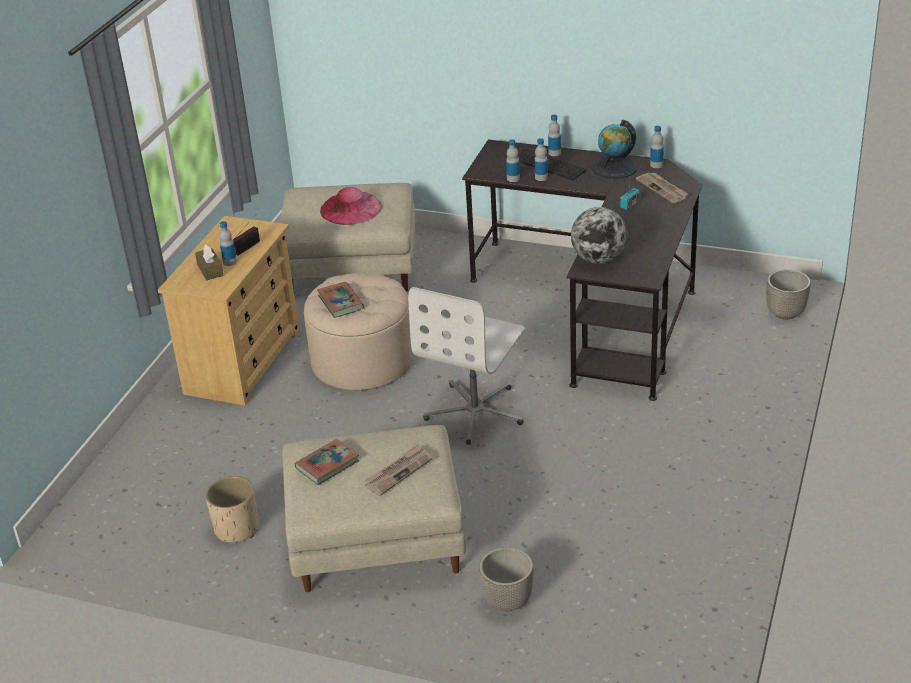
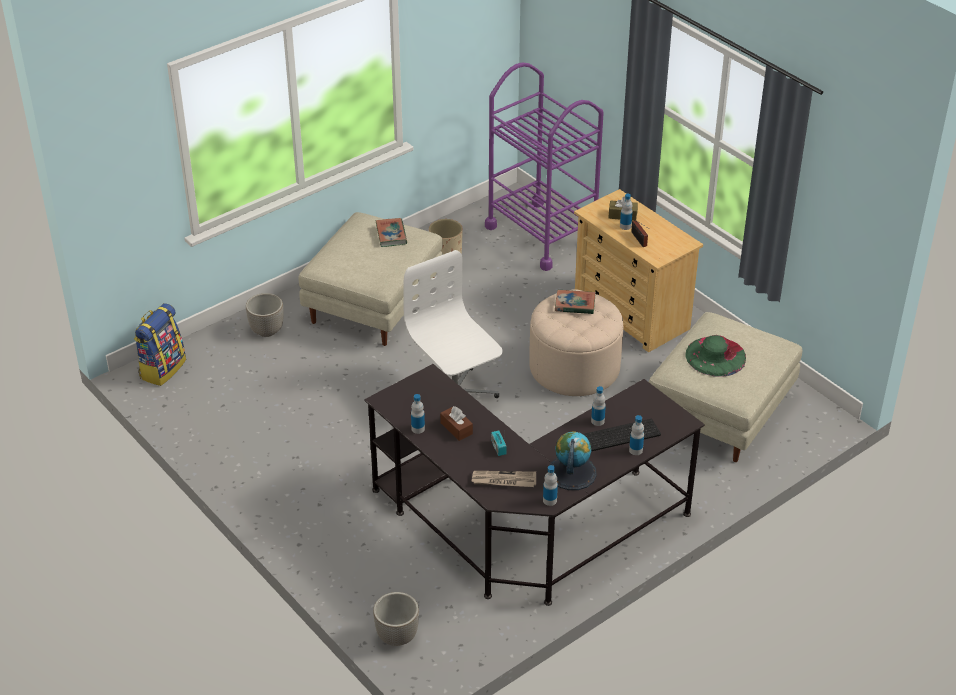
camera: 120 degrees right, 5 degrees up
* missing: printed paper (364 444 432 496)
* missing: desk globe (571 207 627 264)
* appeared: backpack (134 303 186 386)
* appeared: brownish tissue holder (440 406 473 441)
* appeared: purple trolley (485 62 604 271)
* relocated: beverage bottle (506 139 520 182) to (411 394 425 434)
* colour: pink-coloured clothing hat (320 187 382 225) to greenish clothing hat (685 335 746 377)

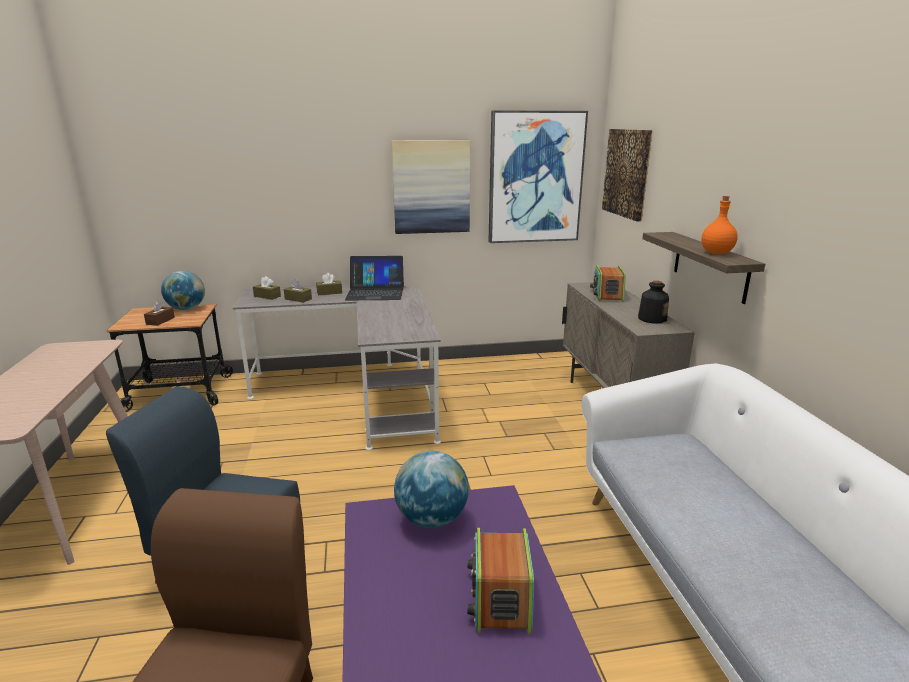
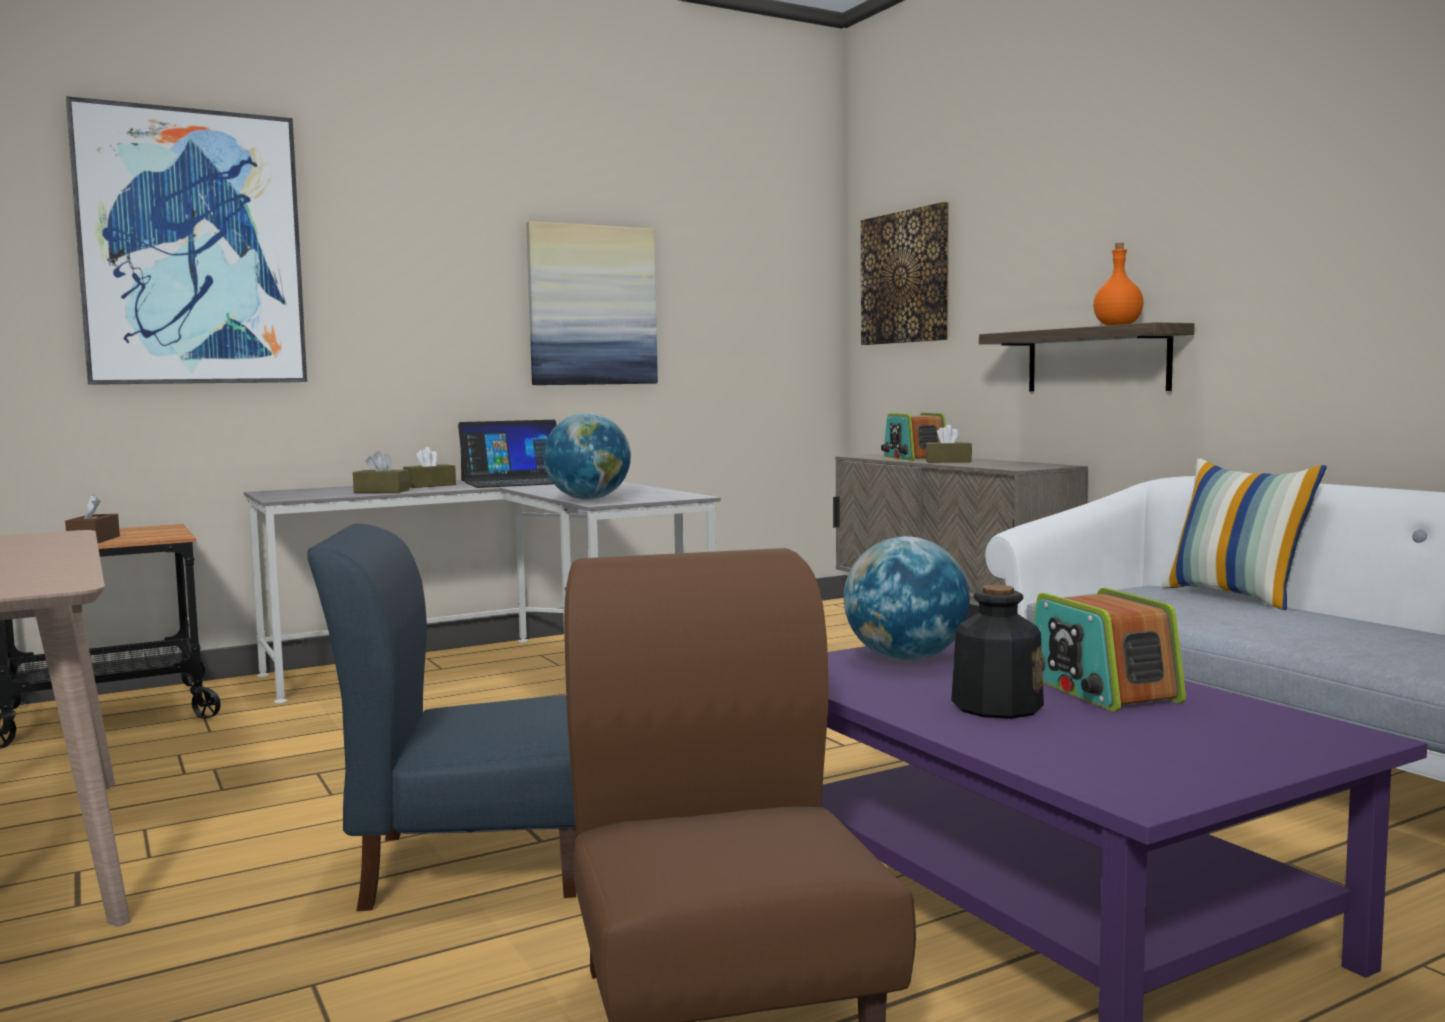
camera: 20 degrees left, 15 degrees down
* appeared: cushion (1161 458 1327 610)
* relocated: desk globe (161 271 205 310) to (544 413 631 500)
* relocated: brownish tissue holder (253 276 281 300) to (926 425 972 463)
* relocated: picture (488 111 588 243) to (66 96 307 385)
* relocated: beverage bottle (638 281 669 323) to (951 585 1044 719)

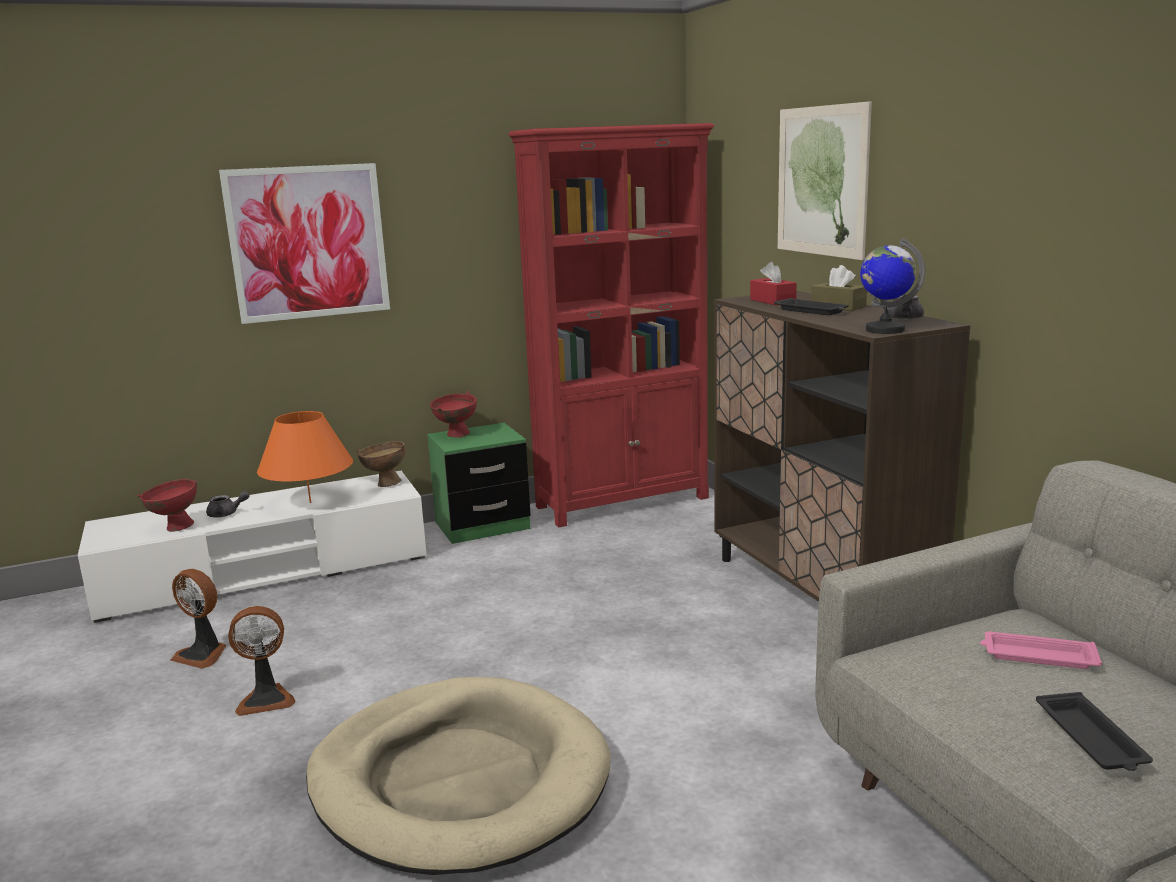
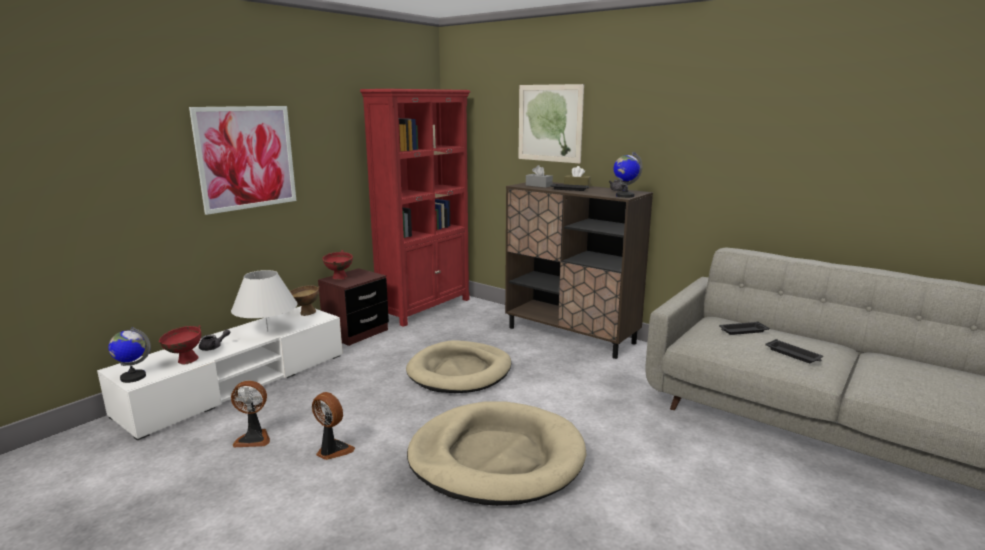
camera: 30 degrees left, 0 degrees up
* appeared: desk globe (108 327 151 383)
* appeared: beige dog cushion (406 340 511 393)
* colour: orangey lamp for a table (257 411 353 503) to white-coloured lamp for a table (231 270 298 332)
* colour: greenish nightstand (427 423 531 544) to brownish nightstand (318 268 389 346)
* colour: red-coloured tissue holder (750 262 797 305) to greyish tissue holder (526 165 553 188)
* colour: pink-coloured serving tray (980 631 1102 669) to black serving tray (719 321 769 335)
* spun: cooling fan (228 606 295 716) = (312 392 355 460) 105 degrees counterclockwise

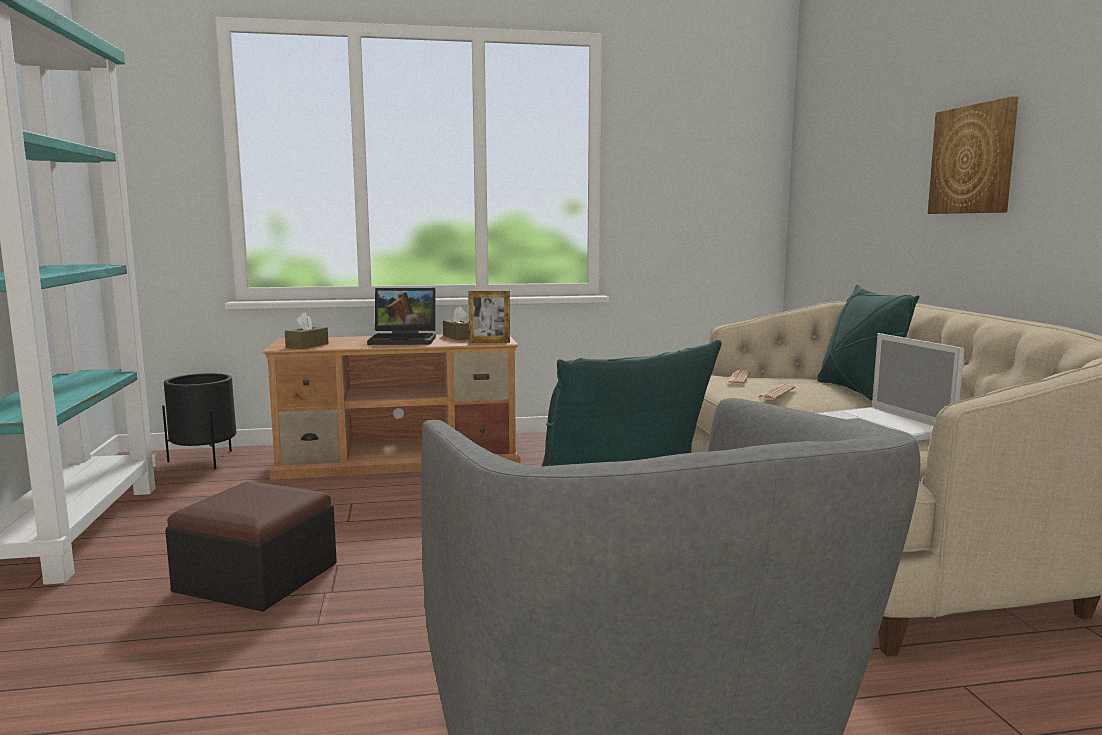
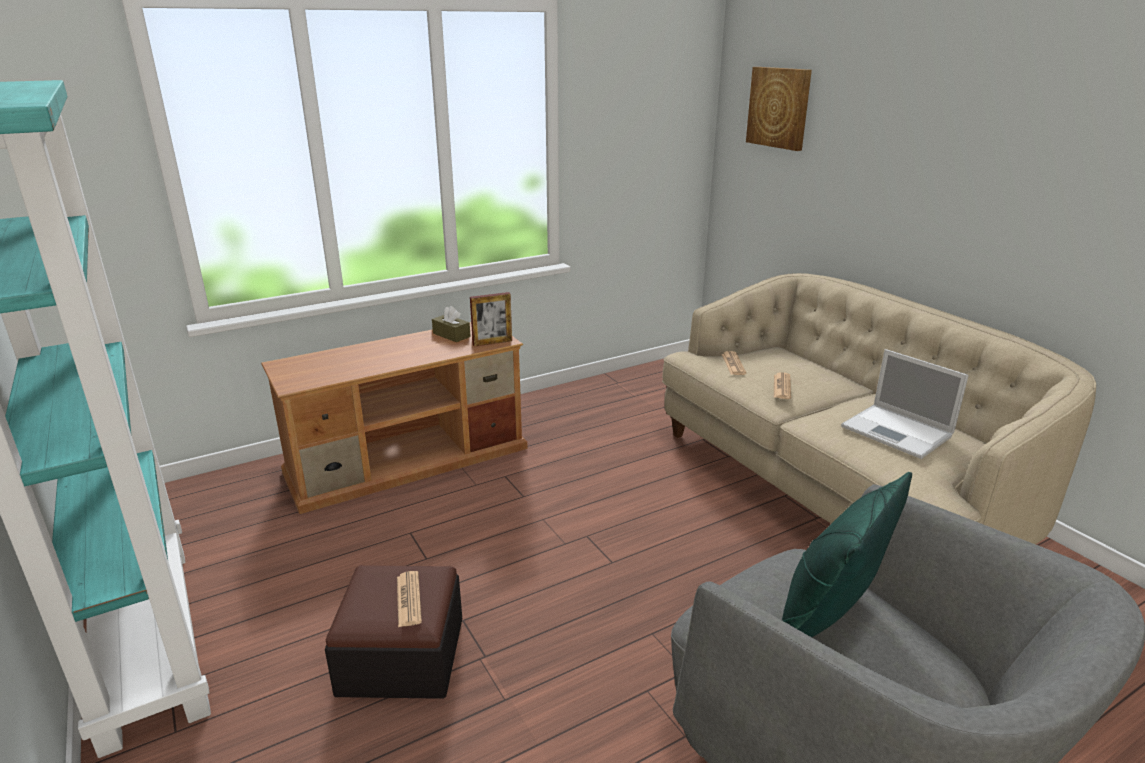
camera: 20 degrees left, 15 degrees up
* missing: black plant pot (162 373 236 469)
* missing: brownish tissue holder (285 313 328 349)
* missing: notebook computer (367 288 436 345)
* missing: greenish cushion (817 285 919 400)
* appeared: printed paper (397 571 422 627)
* relocated: picture (928 96 1019 214) to (746 67 812 151)

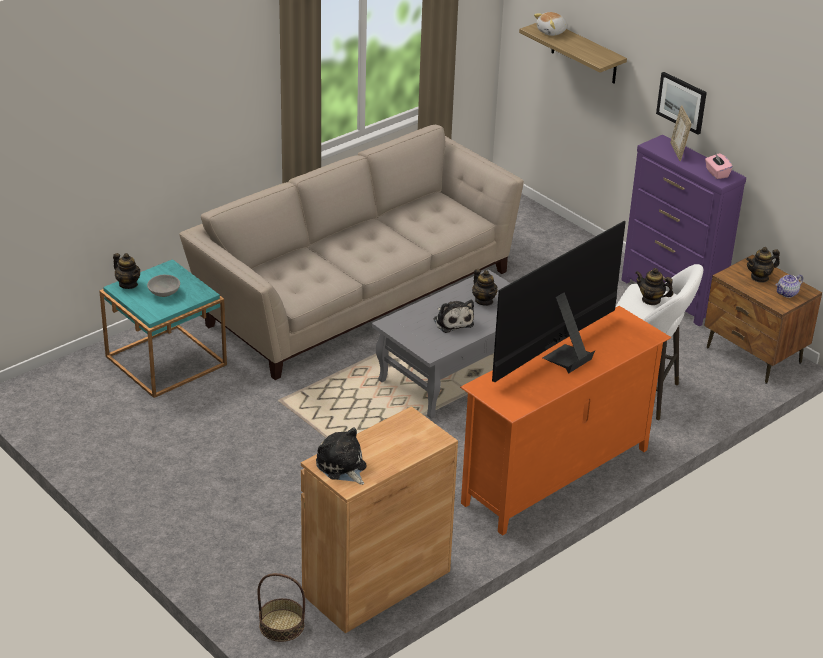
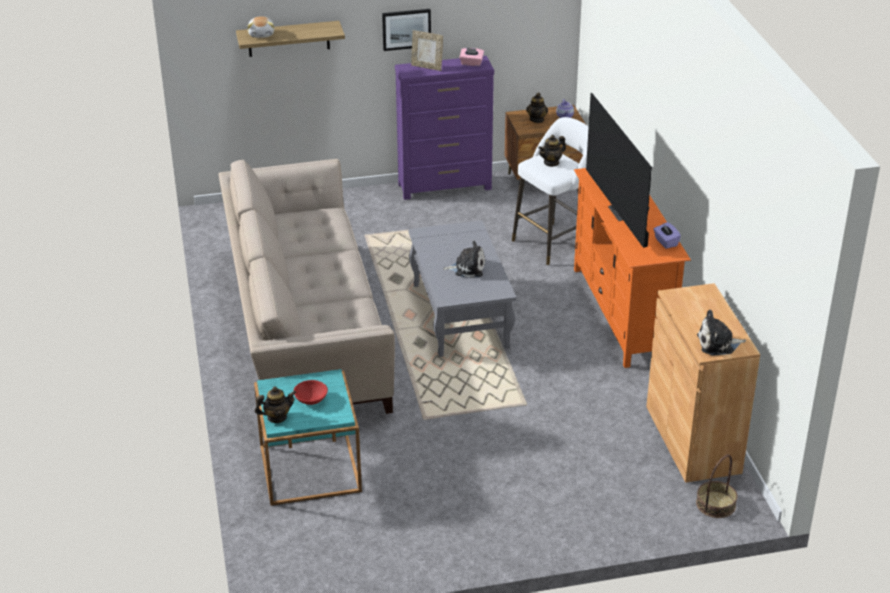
camera: 60 degrees left, 0 degrees up
* missing: tea pot (472 269 498 306)
* appeared: purple tissue holder (654 222 681 249)
* colour: greyish serving bowl (147 274 180 297) to red-coloured serving bowl (294 380 328 405)

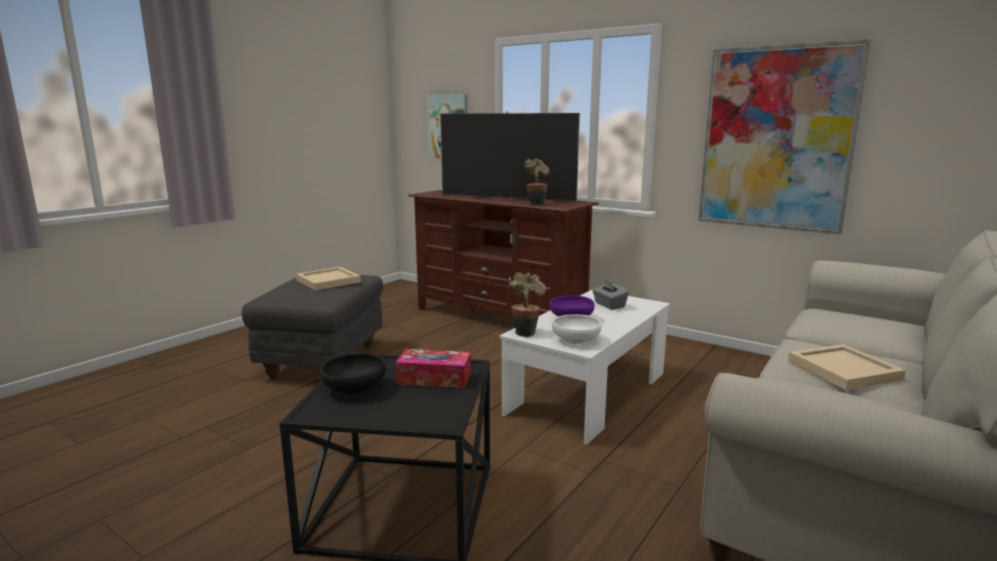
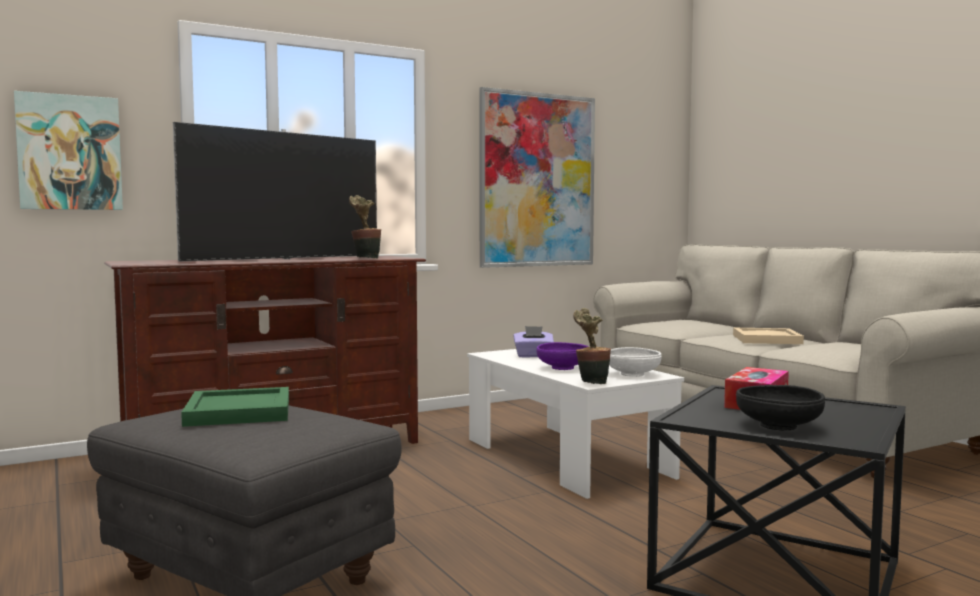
camera: 65 degrees left, 10 degrees down
* colour: beige serving tray (296 267 361 291) to greenish serving tray (181 387 289 427)
* colour: greyish tissue holder (592 279 629 310) to purple tissue holder (513 326 554 358)

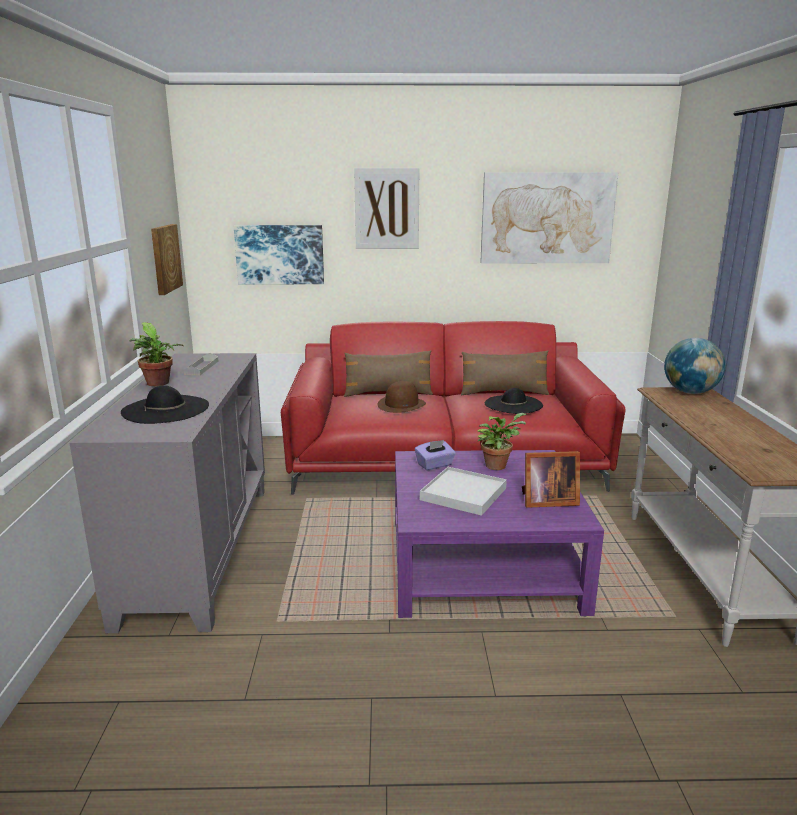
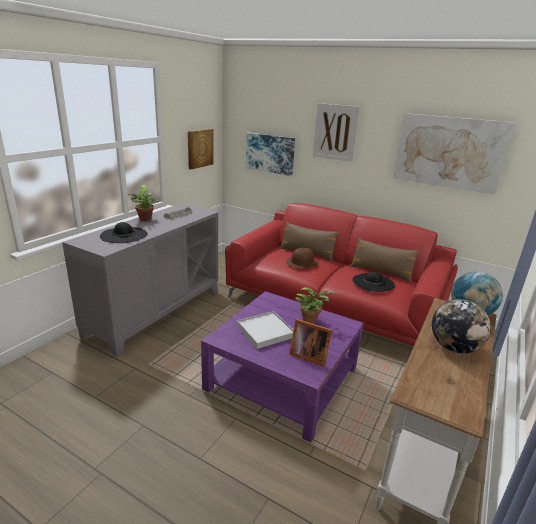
camera: 30 degrees right, 5 degrees up
* missing: purple tissue holder (415 440 456 470)
* appeared: desk globe (432 299 491 353)

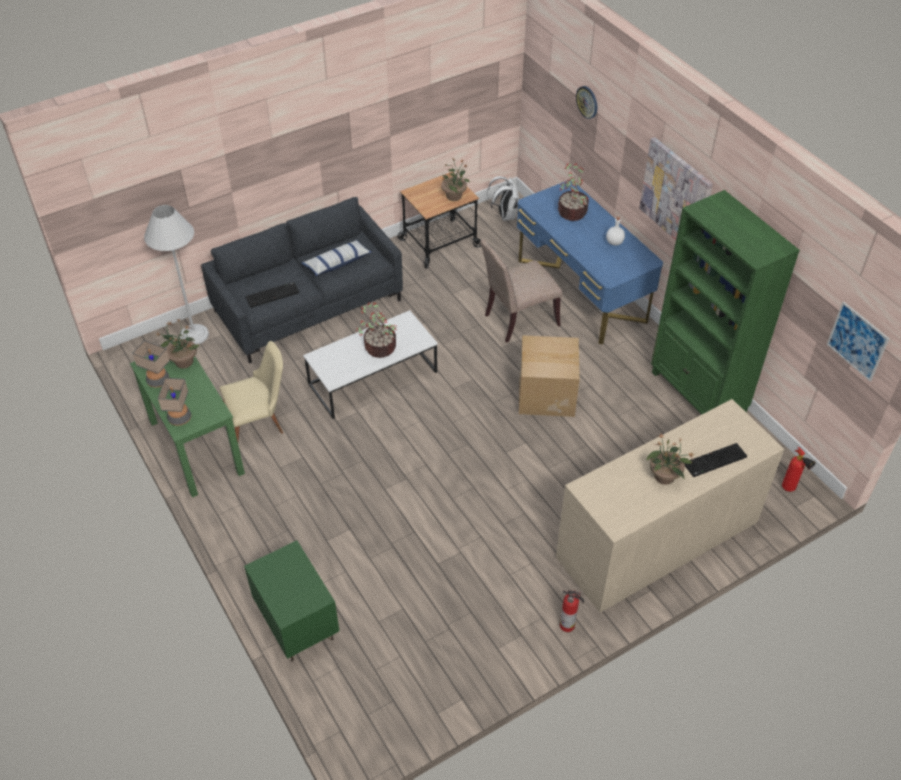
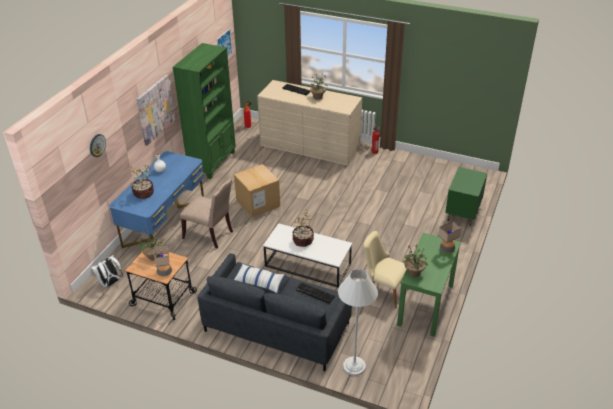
camera: 125 degrees left, 10 degrees down
* relocated: lamp for a table (132 340 170 388) to (154 245 172 277)

